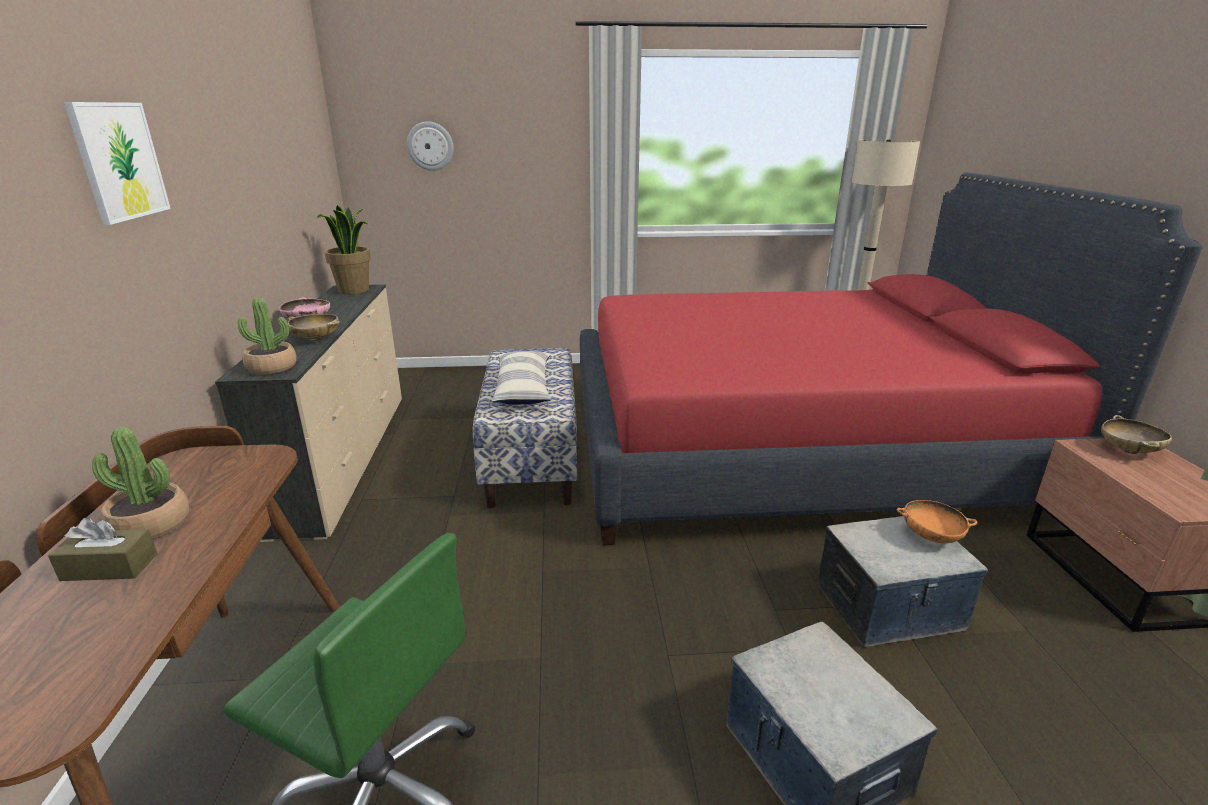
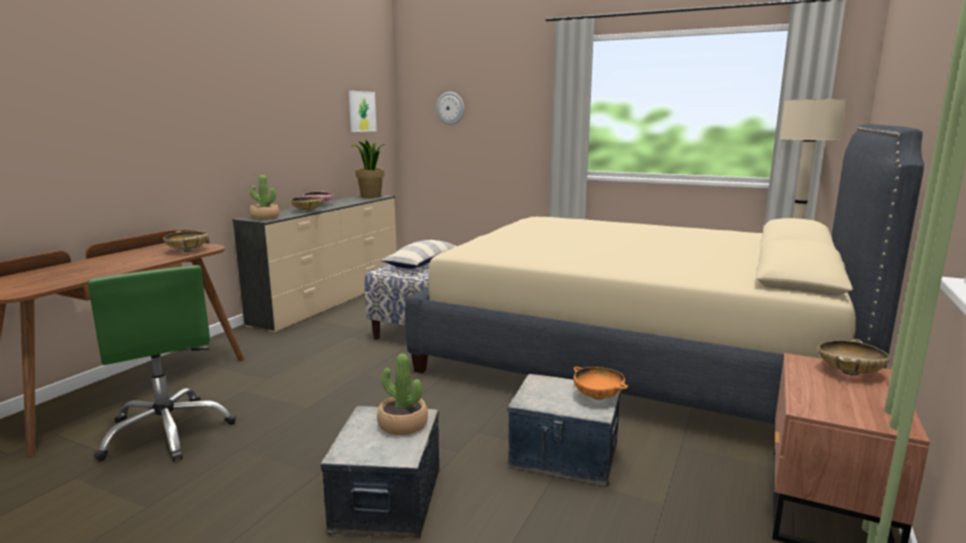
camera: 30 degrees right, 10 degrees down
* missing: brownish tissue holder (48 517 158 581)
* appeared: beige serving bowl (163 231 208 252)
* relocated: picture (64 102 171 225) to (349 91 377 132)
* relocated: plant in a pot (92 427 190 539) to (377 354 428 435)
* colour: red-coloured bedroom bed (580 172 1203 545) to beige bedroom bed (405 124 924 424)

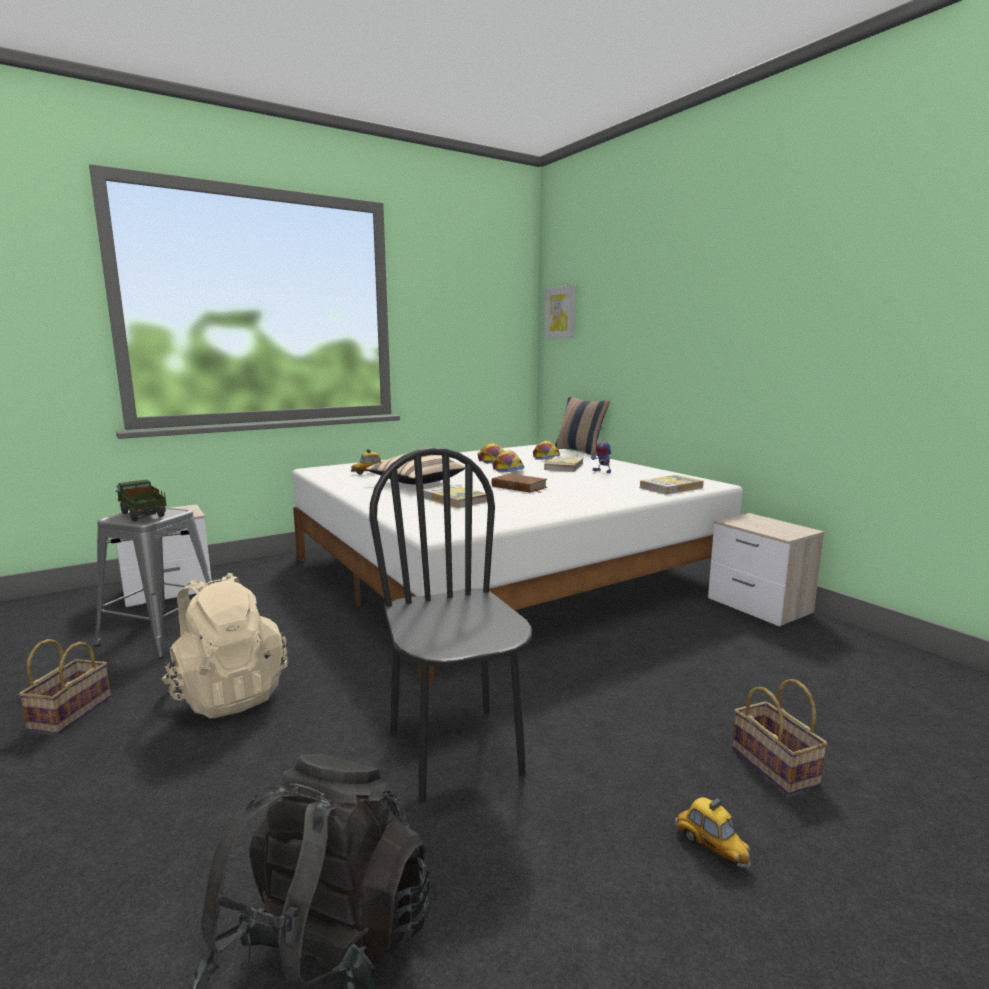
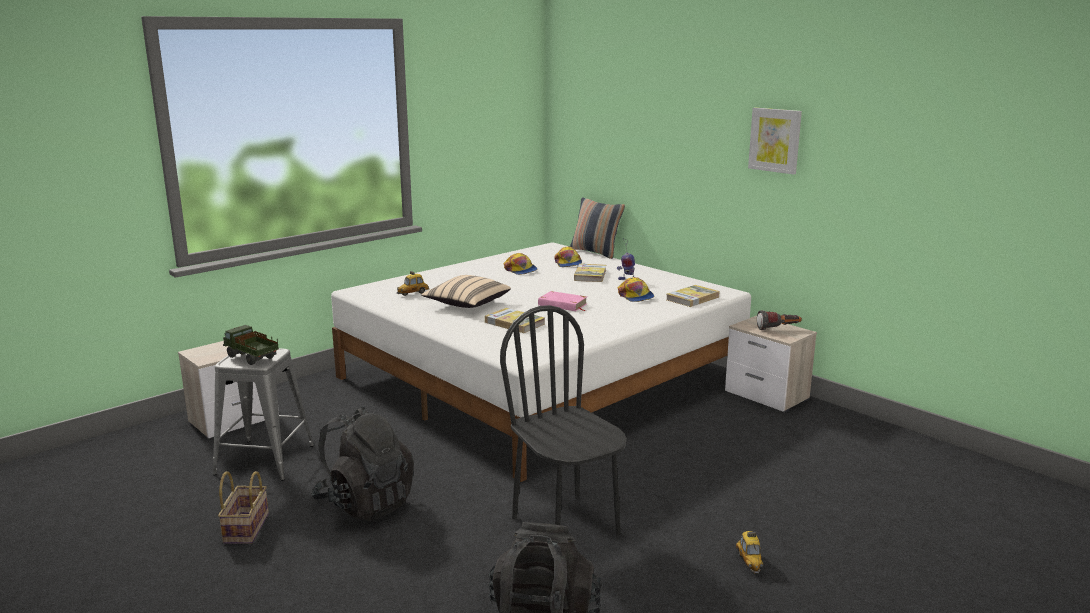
camera: 10 degrees left, 5 degrees up
* missing: household basket (732 679 828 795)
* appeared: torch (757 310 802 330)
* relocated: peaked cap (492 450 525 473) to (618 277 654 302)
* relocated: picture (545 285 576 339) to (748 108 802 175)
* colour: beige backpack (161 573 288 718) to black backpack (311 406 414 521)
* colour: brownish book (492 474 547 493) to pink-coloured book (538 291 587 311)
* spun: model car (675 797 752 868) = (736 531 763 573) 45 degrees clockwise

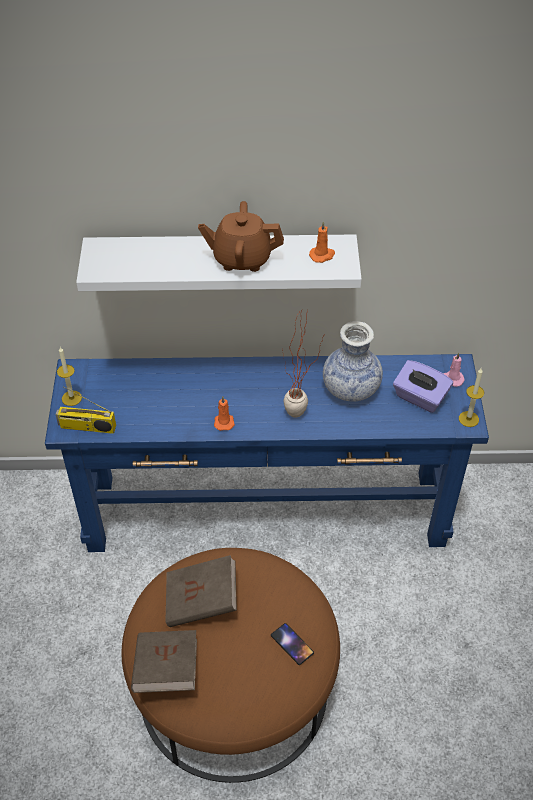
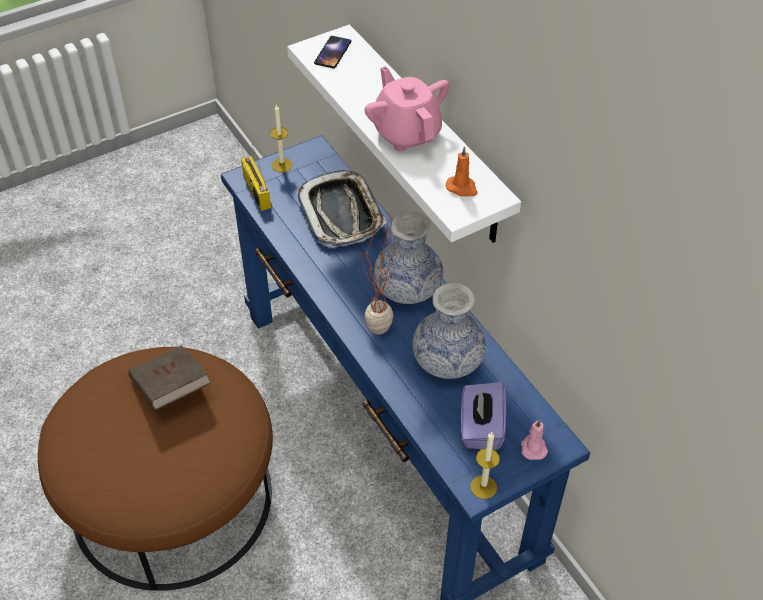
camera: 60 degrees right, 0 degrees up
* missing: brownish book (131 630 197 693)
* missing: orangey wax light (214 397 235 431)
* appeared: serving tray (297 170 387 248)
* appeared: vase (374 211 443 304)
* relocated: telephone (271 623 314 665) to (314 36 351 68)
* colour: brownish tea pot (198 201 284 272) to pink-coloured tea pot (365 66 450 151)

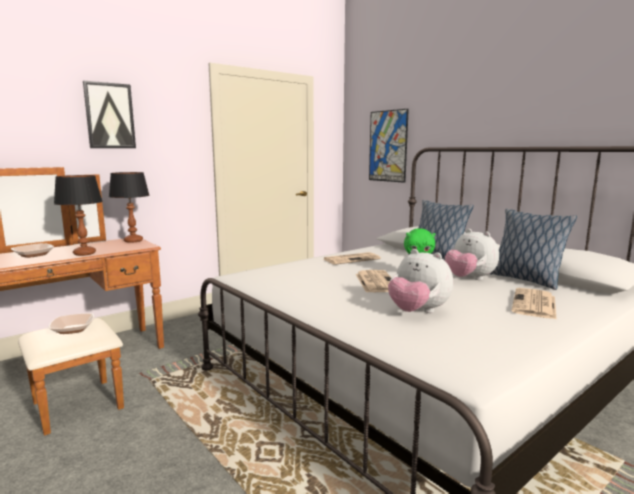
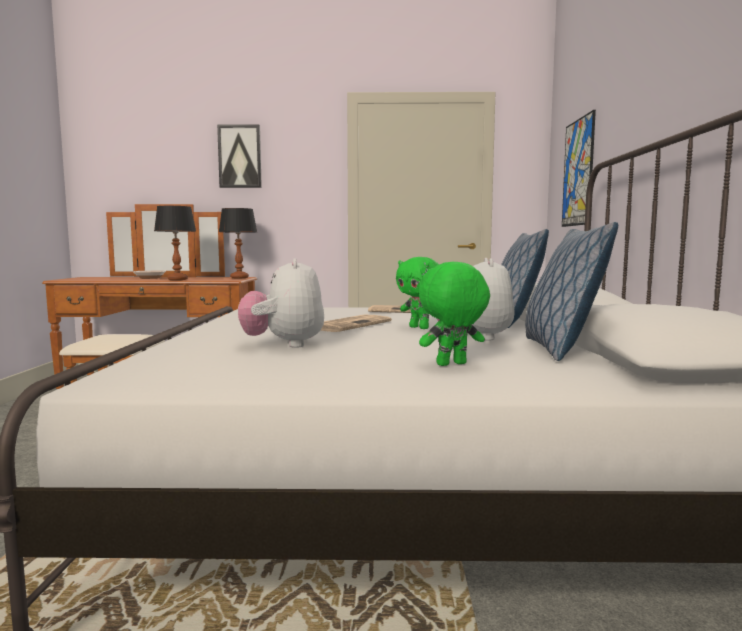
camera: 40 degrees right, 5 degrees down
* missing: serving bowl (49 313 94 334)
* exchanged: printed paper (511 288 557 320) to greenish soft toy (419 262 490 366)

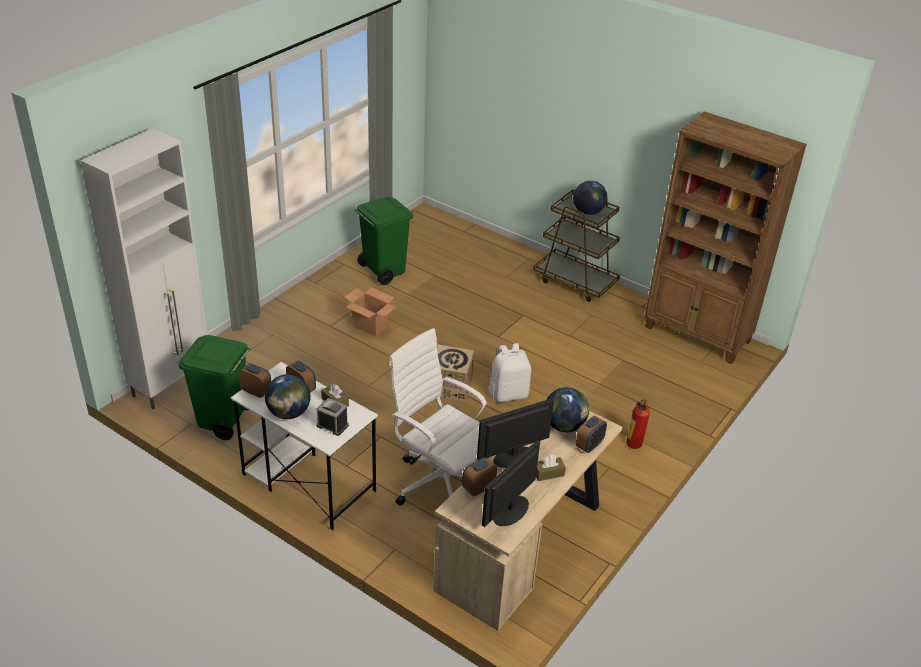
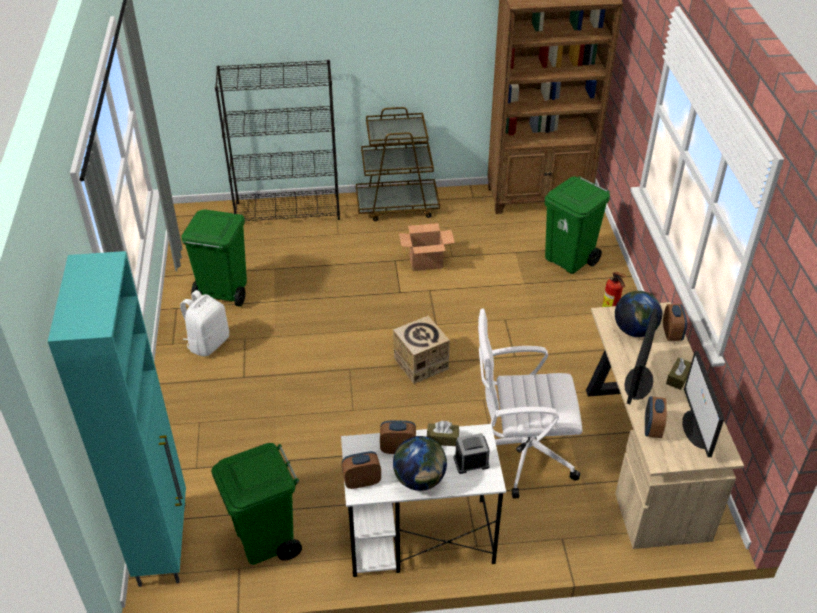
camera: 40 degrees left, 5 degrees up
* missing: desk globe (573 181 607 215)
* appeared: black bookshelf (215 60 340 221)
* appeared: greenish waste bin (545 176 610 274)
* relocated: carton (345 287 396 337) to (399 223 455 271)
* relocated: white-coloured backpack (489 343 531 402) to (180 290 229 356)
* colour: white-coloured storage cabinet (80 128 207 409) to blue-green storage cabinet (48 251 186 587)

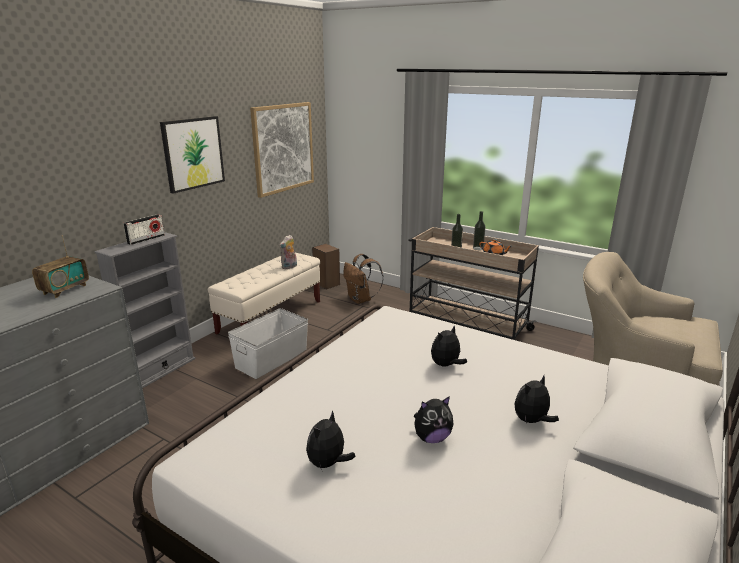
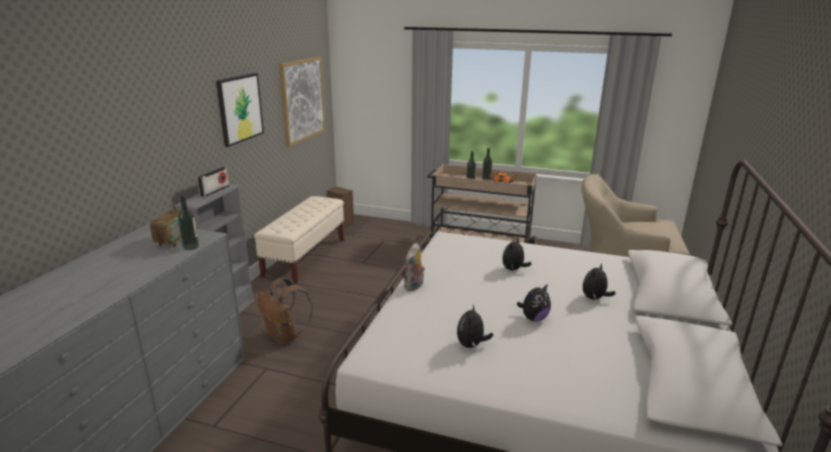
camera: 15 degrees left, 0 degrees up
* missing: white-coloured storage bin (228 308 308 379)
* appeared: beverage bottle (178 195 199 250)
* relocated: soft toy (279 235 297 269) to (404 243 425 291)
* relocated: brownish backpack (343 254 383 304) to (258 277 313 344)

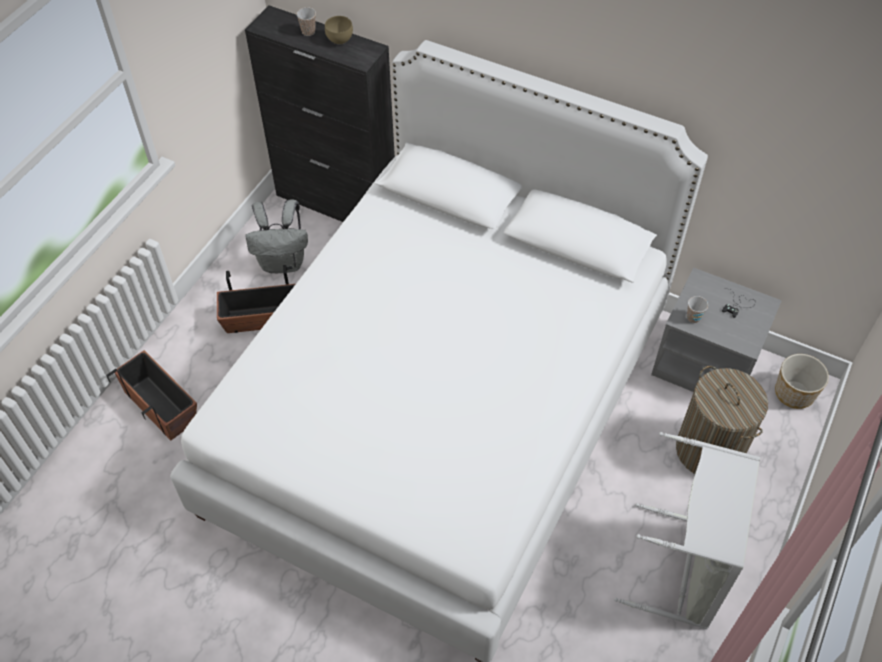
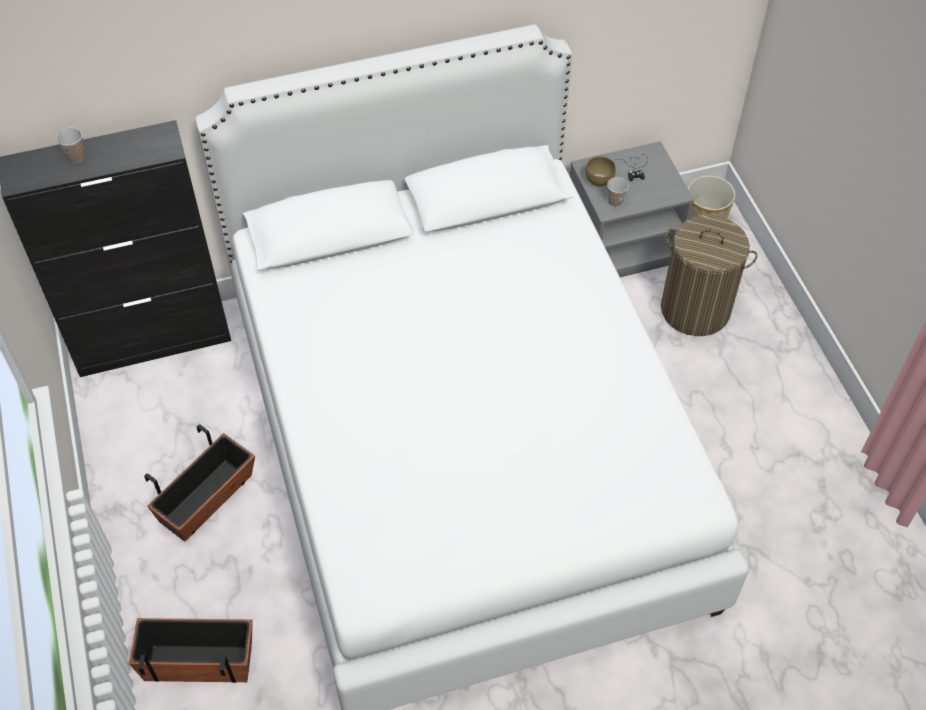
camera: 45 degrees left, 0 degrees up
* missing: greyish backpack (246 199 308 273)
* missing: greyish washing basket (614 432 760 629)
* relocated: brownish serving bowl (325 16 353 45) to (585 156 615 187)

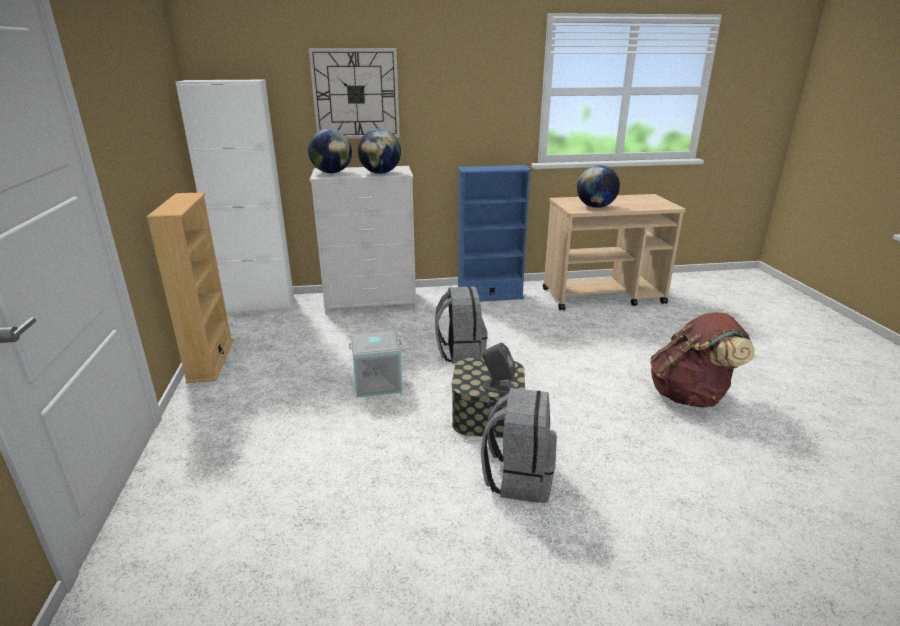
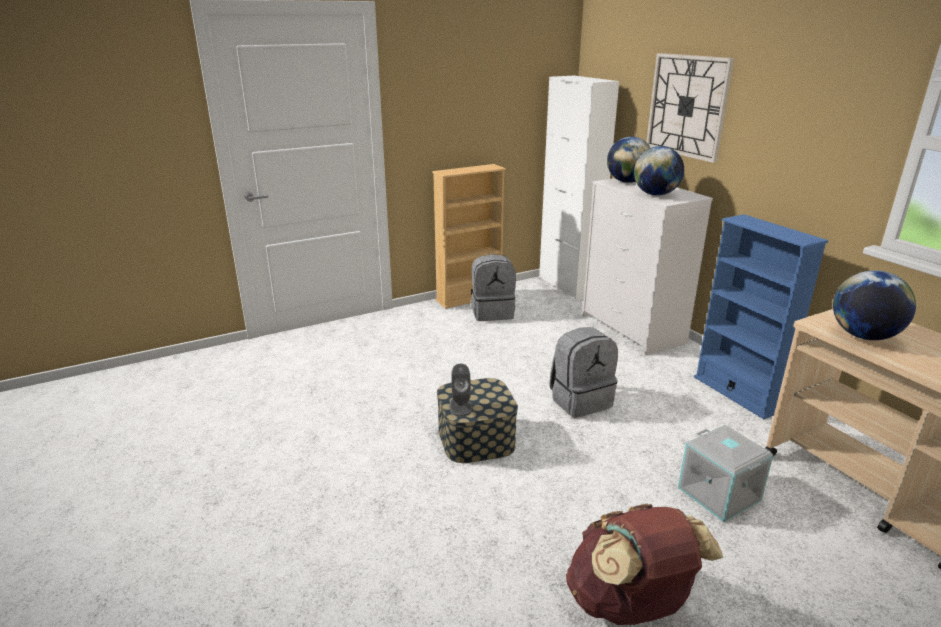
camera: 70 degrees right, 0 degrees up
* relocated: greyish storage bin (349 331 402 398) to (678 425 773 522)
* relocated: greyish backpack (481 388 557 503) to (471 254 516 321)

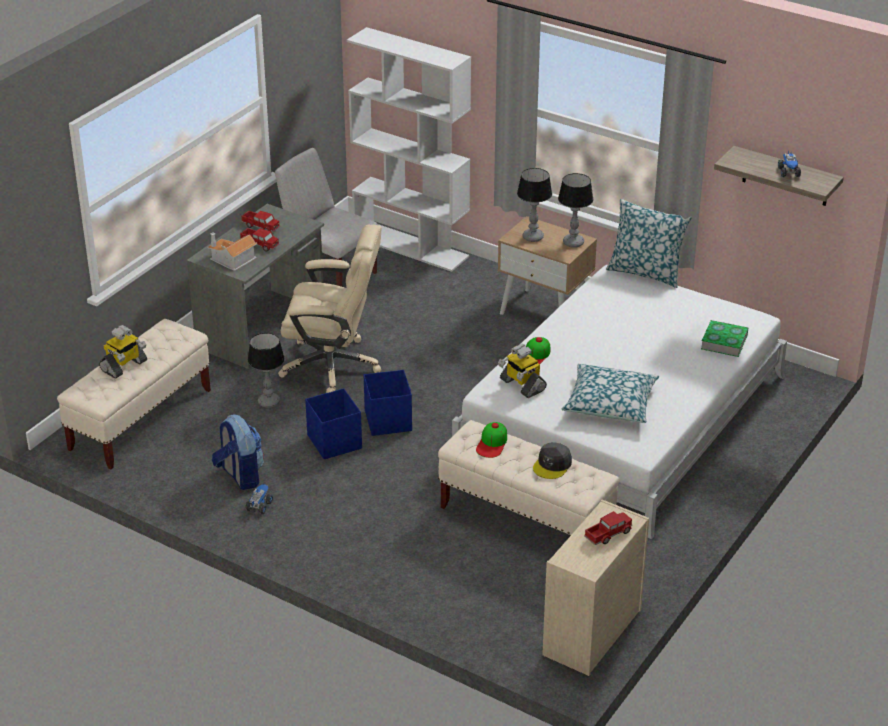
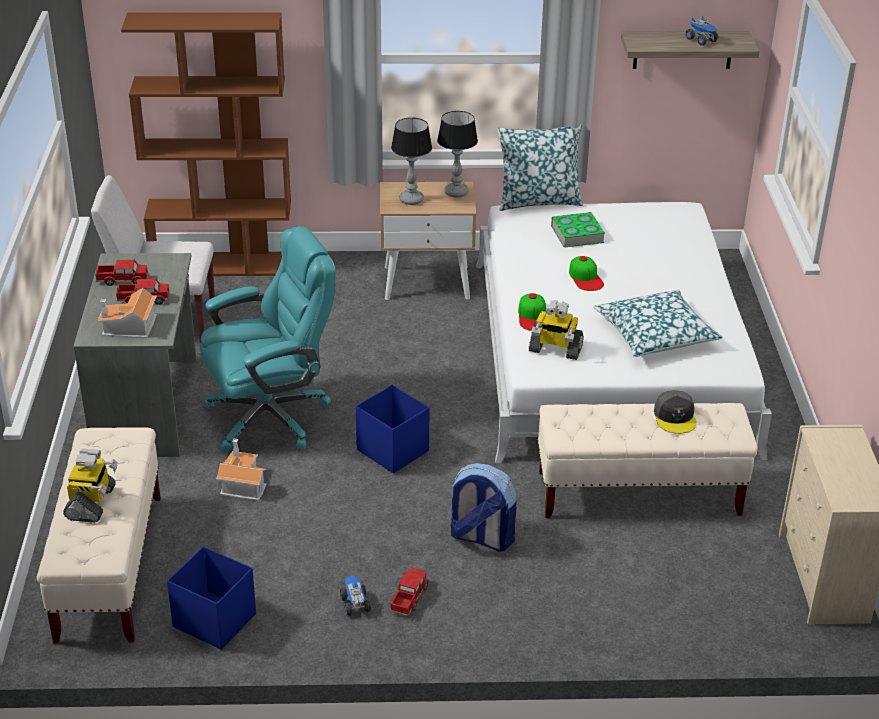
camera: 35 degrees left, 0 degrees up
* relocated: backpack (212 415 264 490) to (450 463 517 552)
* relocated: blue-coloured storage bin (305 388 362 459) to (167 546 256 650)
* relocated: peaked cap (476 422 507 458) to (569 256 604 291)
* relocated: toy lorry (584 511 632 545) to (390 568 429 616)
* relocated: book (701 320 748 357) to (551 212 605 248)
* exchanged: lamp for a table (248 333 285 408) to miniature house (216 439 266 501)
* colour: beige office chair (278 225 382 393) to blue-green office chair (200 227 336 451)
* colour: white-coloured bookshelf (347 27 471 272) to brownish bookshelf (121 13 291 276)

